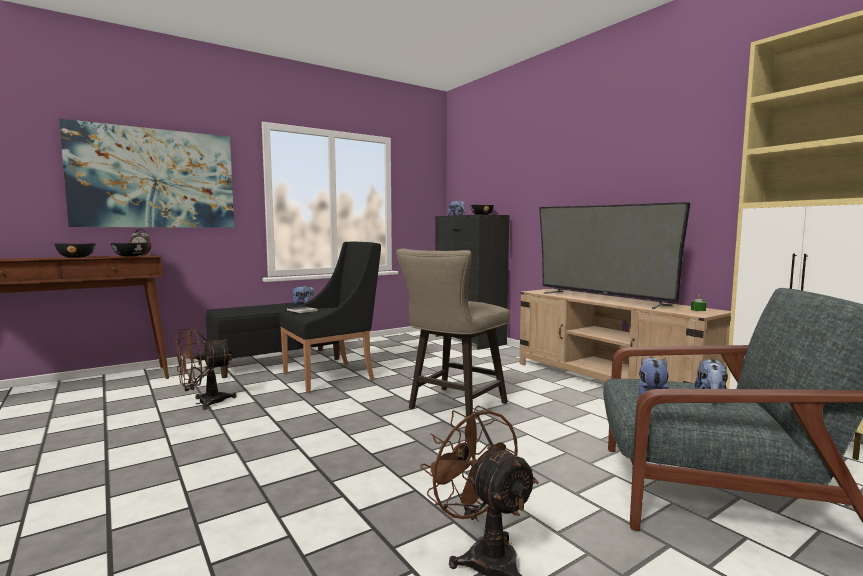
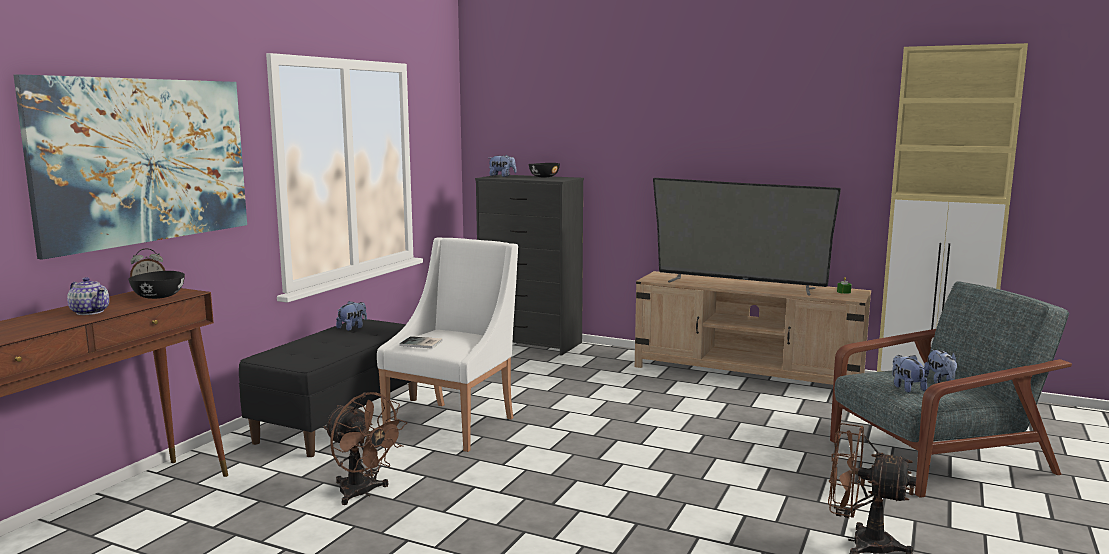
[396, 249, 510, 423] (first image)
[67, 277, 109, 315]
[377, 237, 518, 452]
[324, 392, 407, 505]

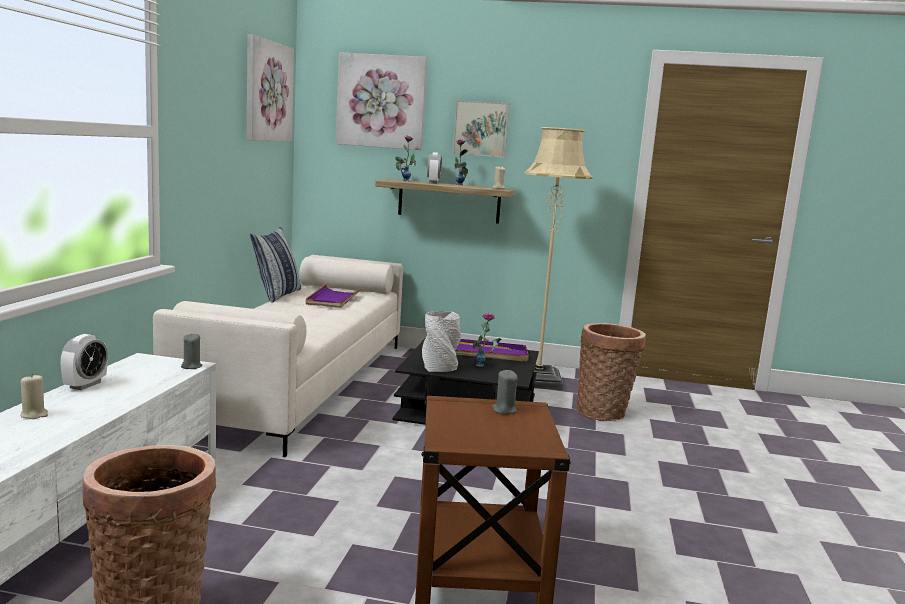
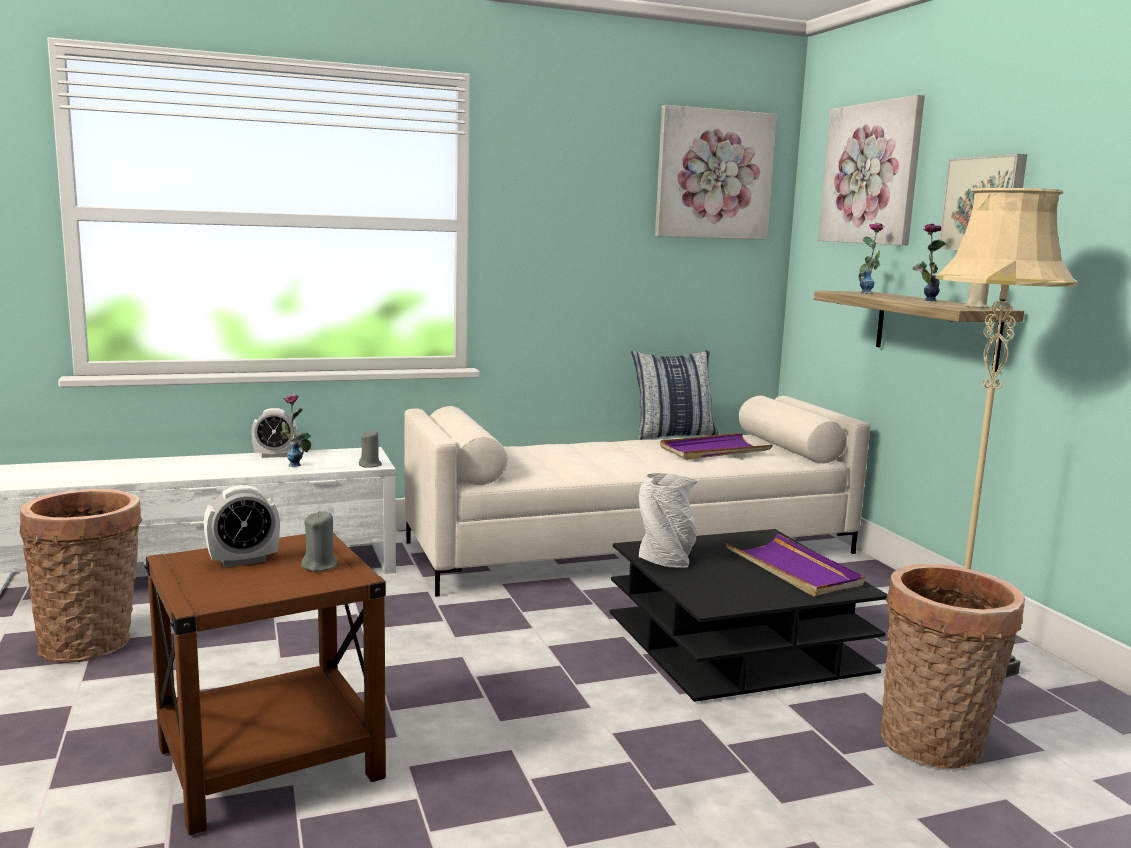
[20, 374, 48, 419] (first image)
[204, 485, 280, 568]
[280, 394, 311, 467]

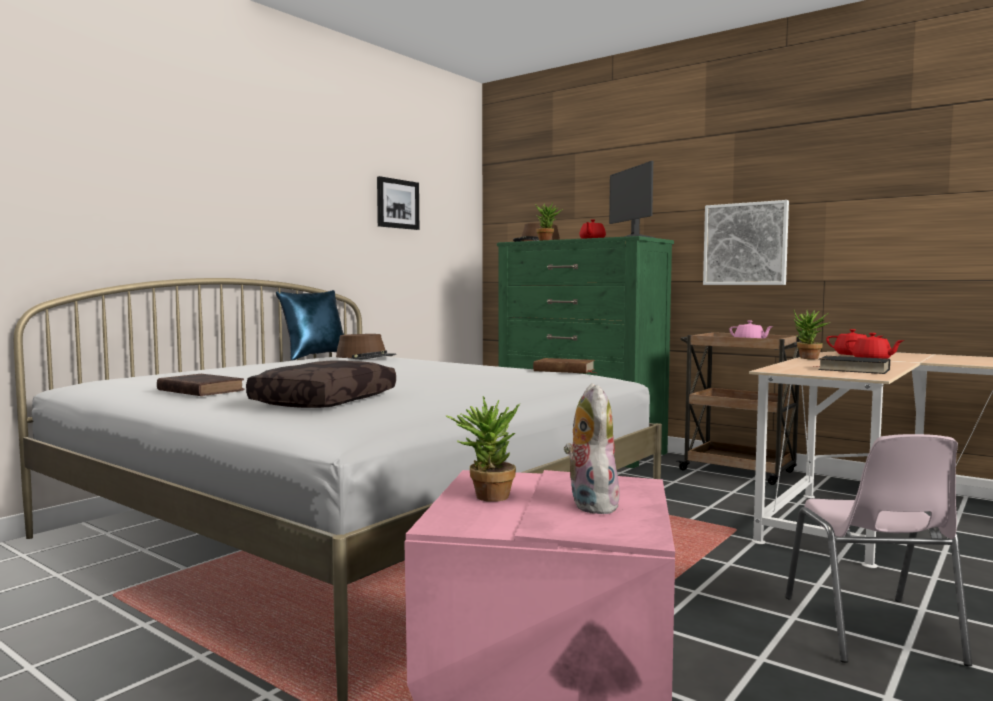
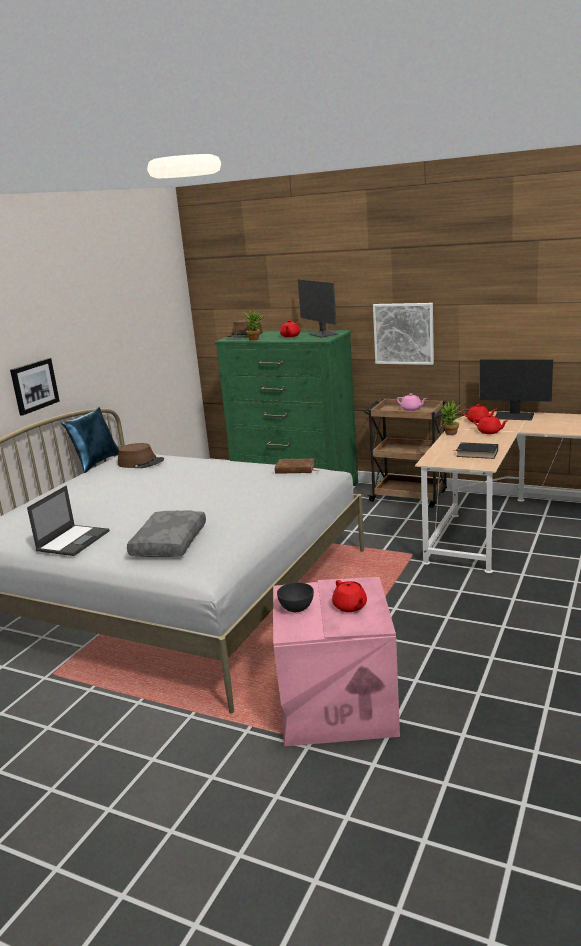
[785, 434, 972, 667] (first image)
[480, 359, 553, 420]
[10, 358, 60, 416]
[27, 485, 109, 556]
[277, 582, 314, 612]
[332, 580, 367, 612]
[127, 511, 206, 557]

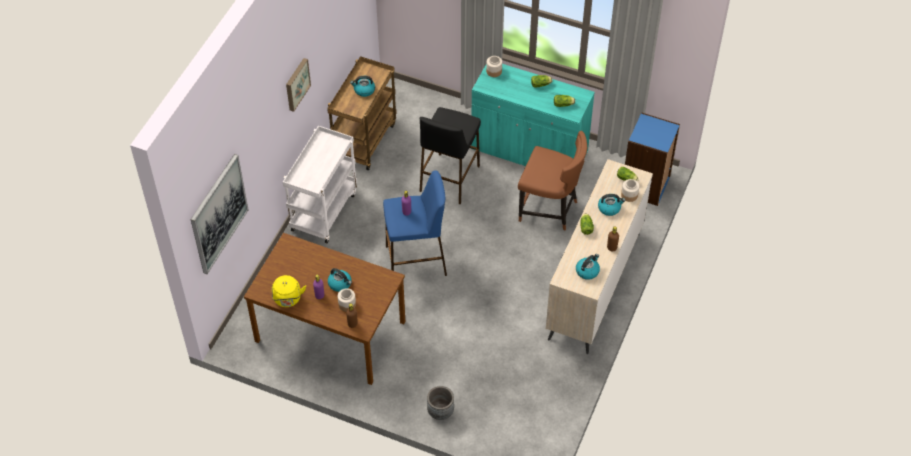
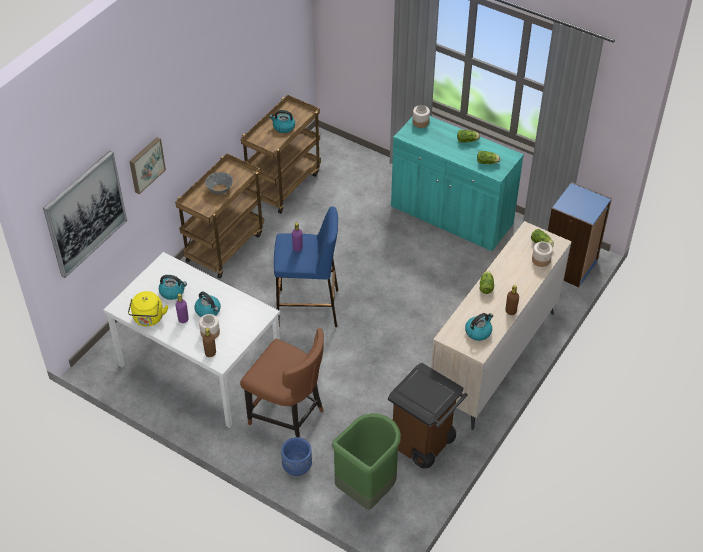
[419, 107, 481, 204] (first image)
[205, 172, 233, 194]
[332, 413, 401, 509]
[388, 363, 467, 468]
[129, 137, 166, 194]
[240, 328, 324, 437]
[159, 275, 187, 300]
[104, 252, 280, 428]
[175, 154, 264, 278]
[281, 437, 312, 476]

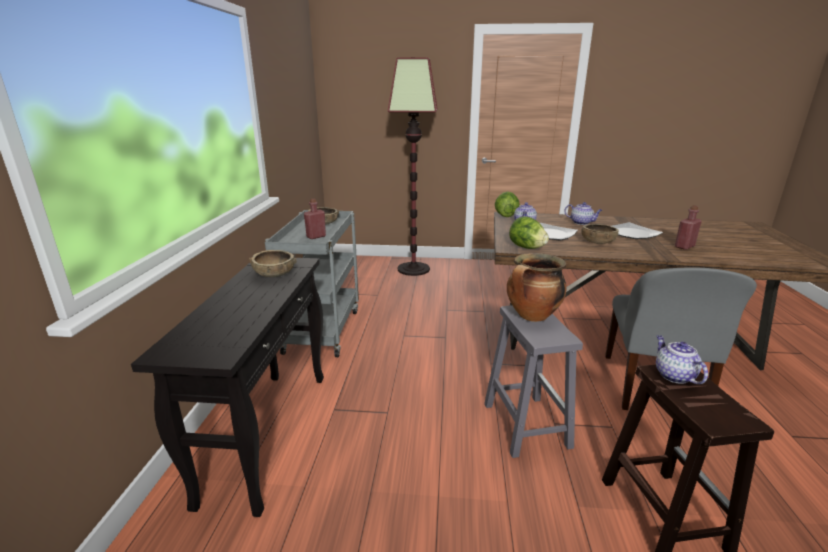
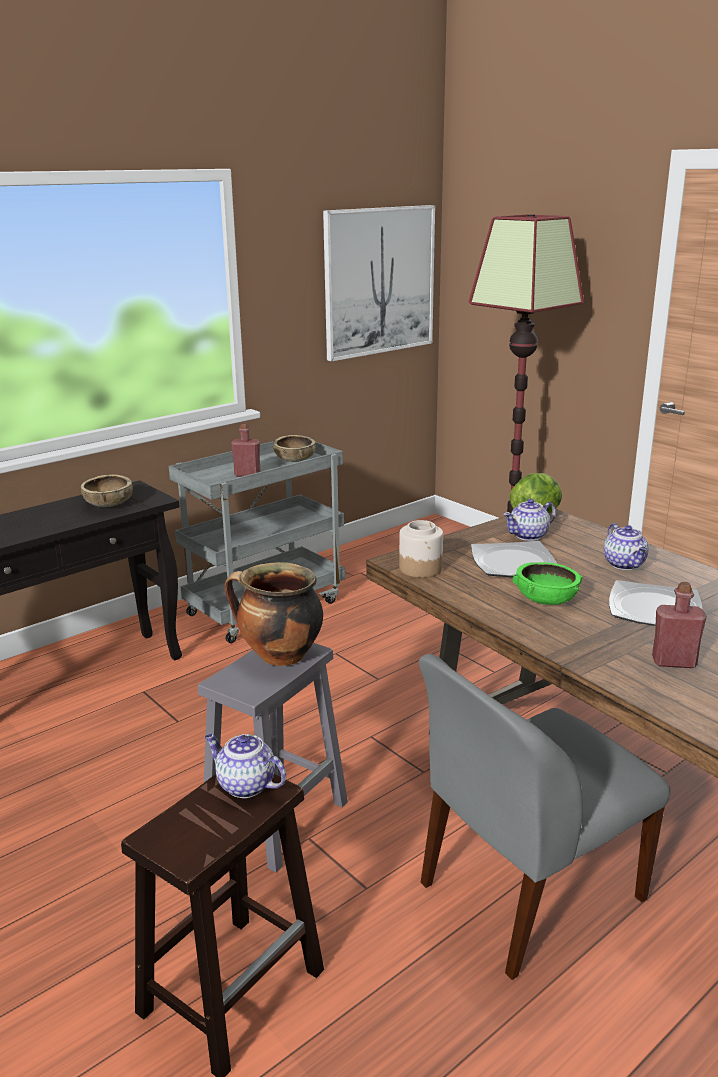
[323, 205, 435, 362]
[399, 520, 443, 578]
[512, 562, 583, 605]
[205, 734, 286, 798]

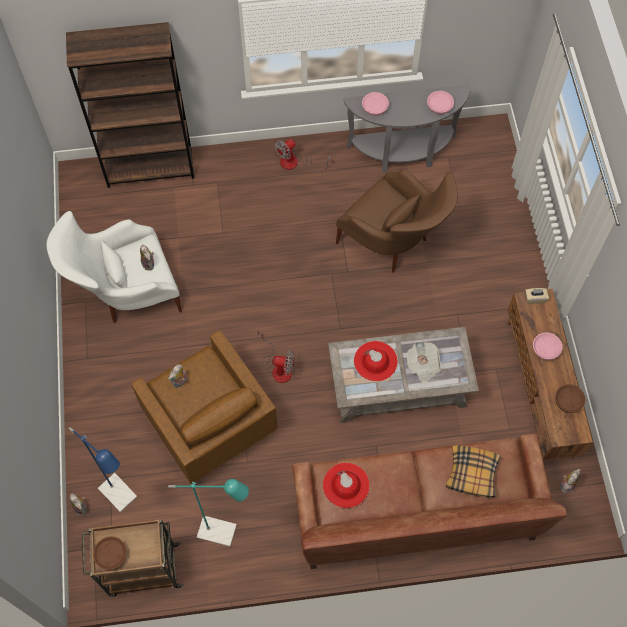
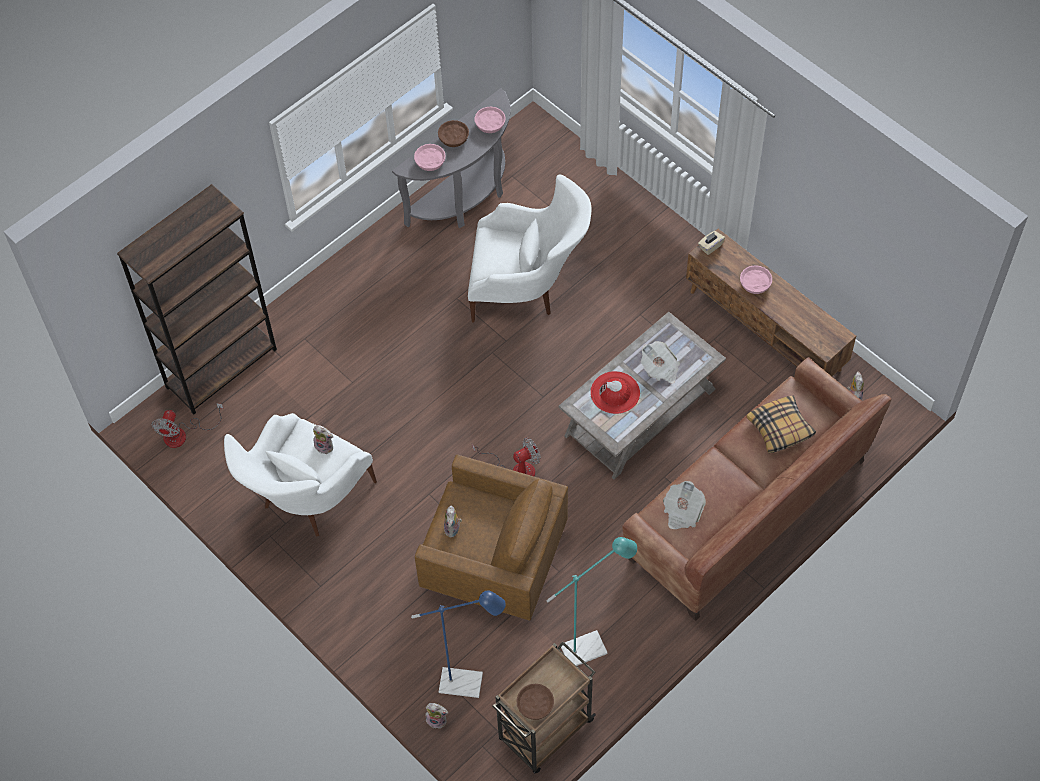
[152, 403, 224, 448]
[438, 120, 469, 147]
[663, 481, 706, 529]
[468, 175, 591, 323]

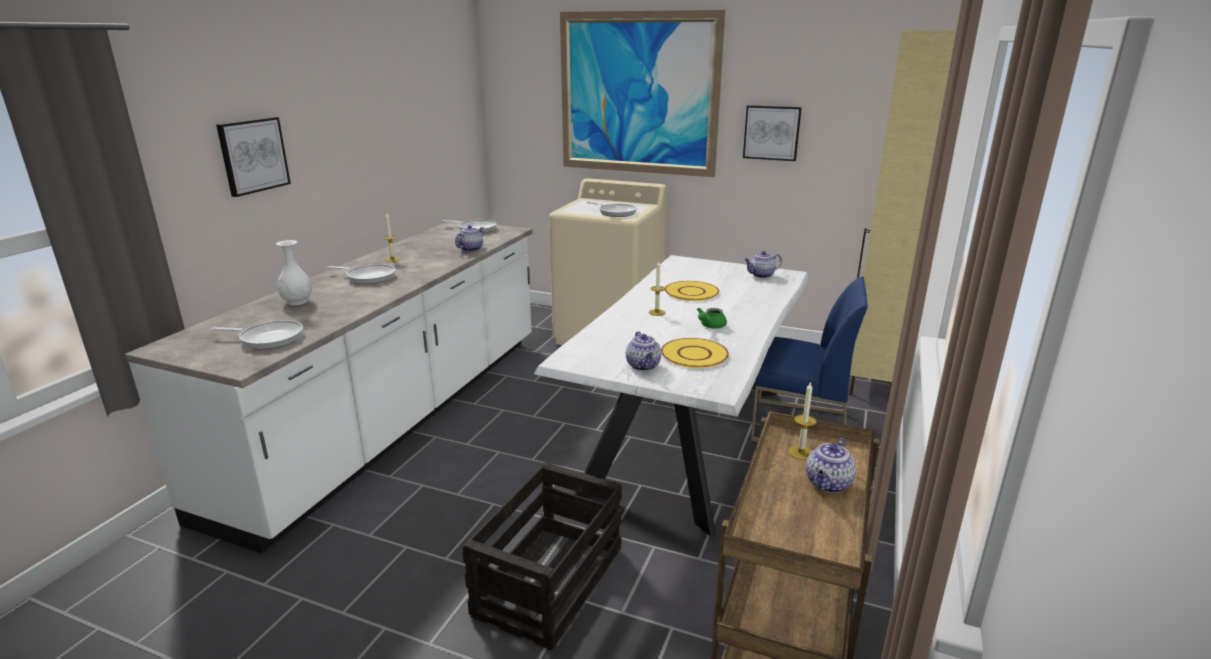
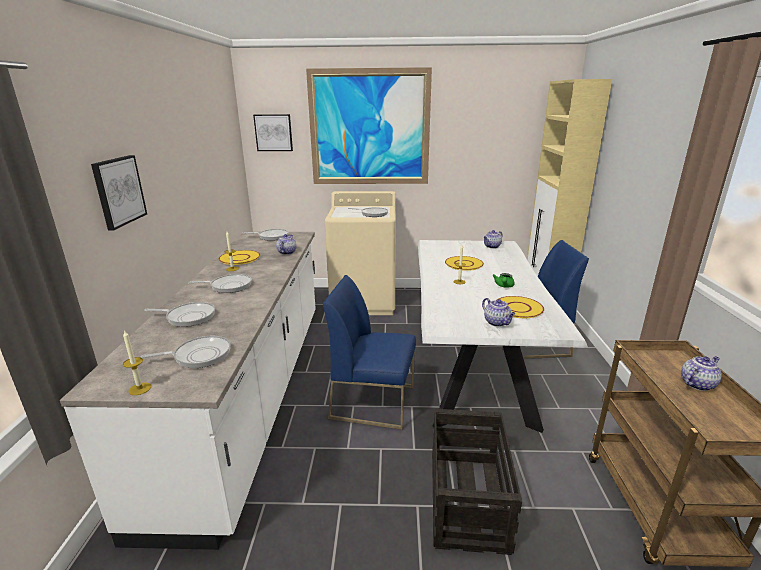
[219, 250, 260, 265]
[323, 275, 416, 430]
[253, 114, 293, 151]
[123, 330, 151, 395]
[144, 302, 215, 327]
[681, 356, 722, 391]

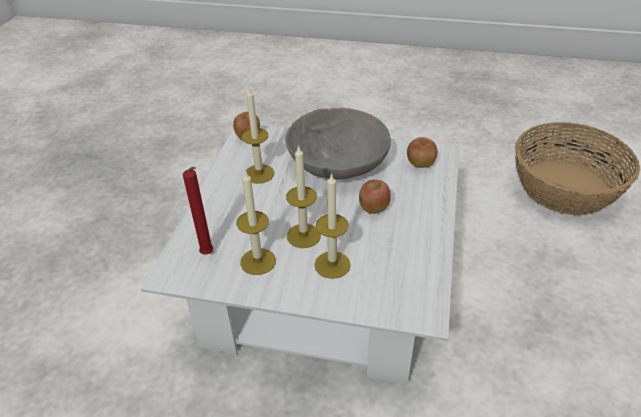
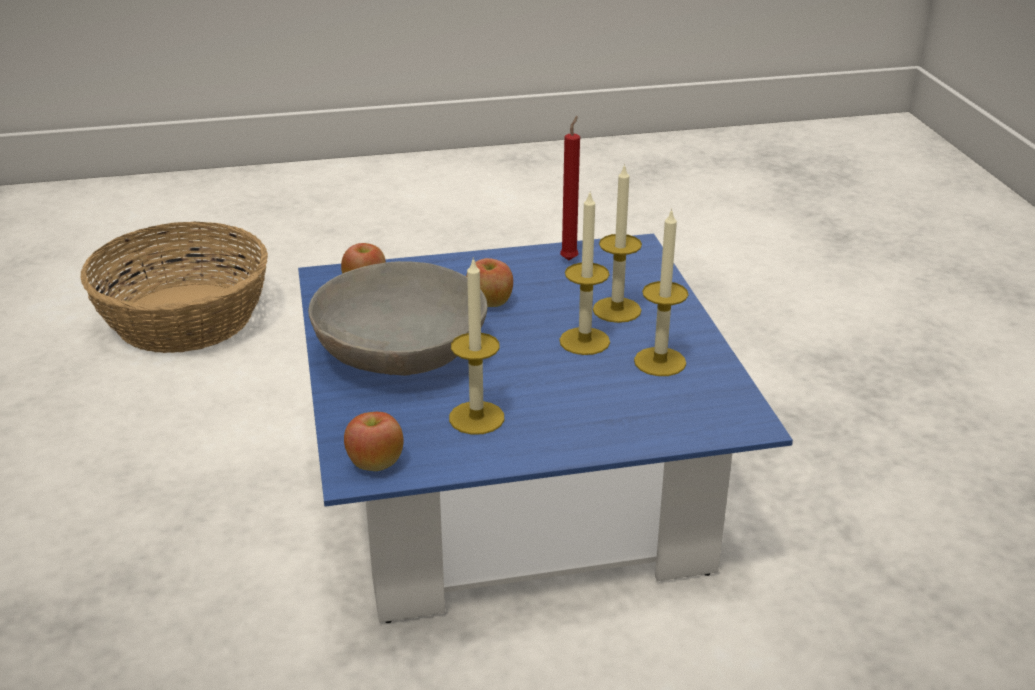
[560, 116, 580, 260]
[298, 234, 793, 623]

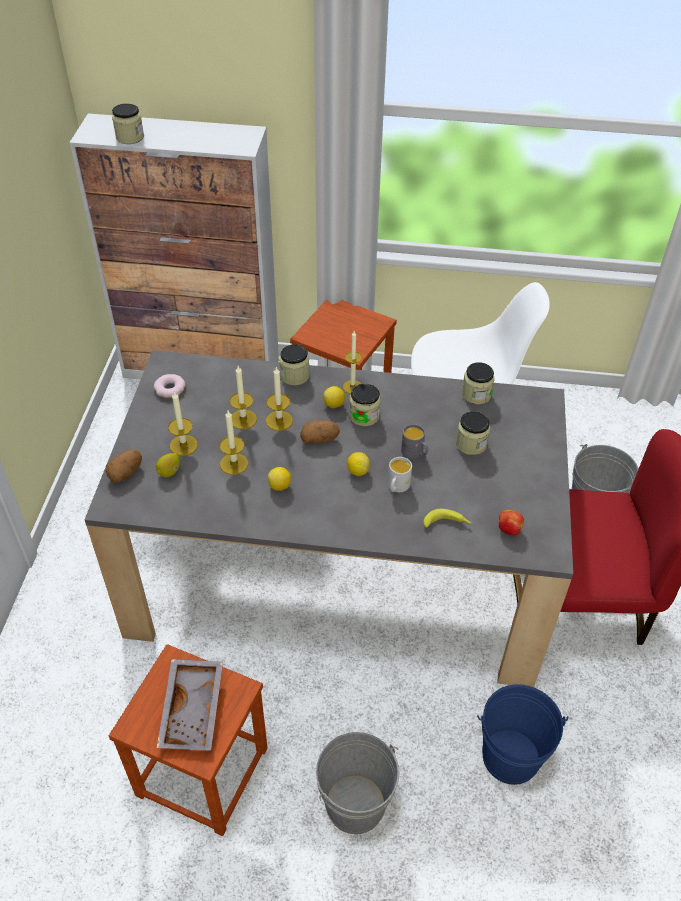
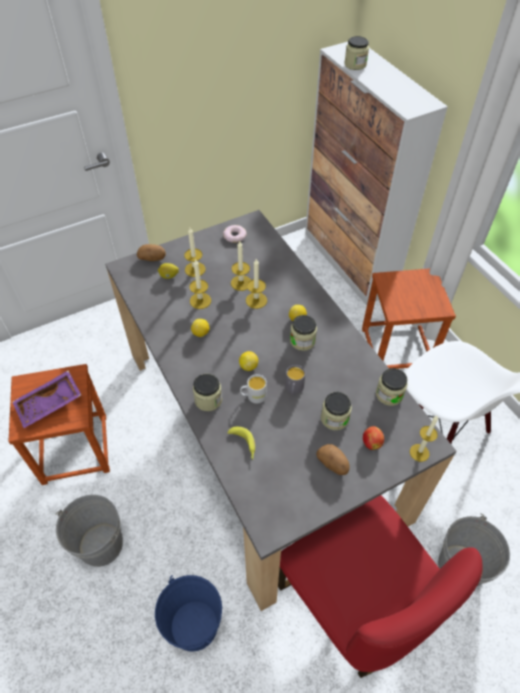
[193, 374, 222, 411]
[316, 444, 349, 475]
[410, 416, 438, 462]
[363, 426, 384, 450]
[12, 371, 81, 428]

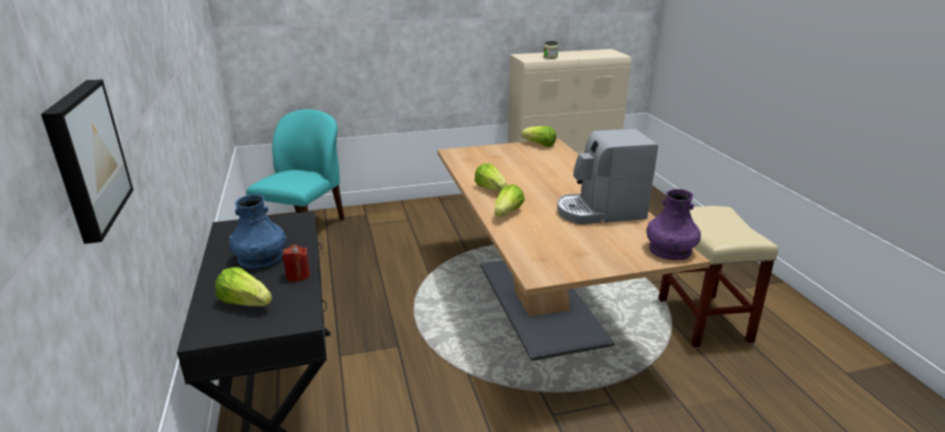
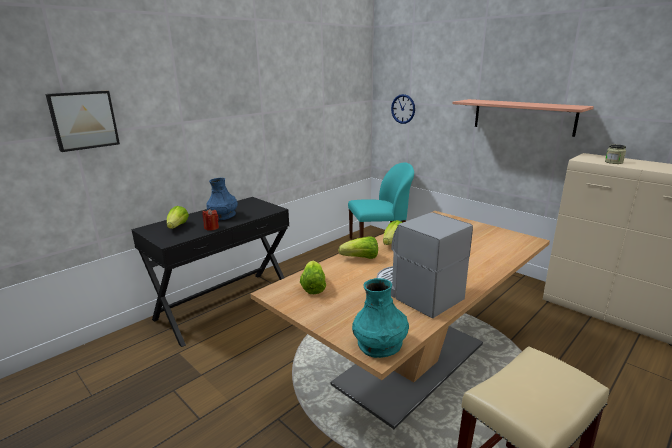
[391, 94, 415, 124]
[452, 99, 594, 137]
[300, 261, 326, 294]
[352, 278, 409, 358]

